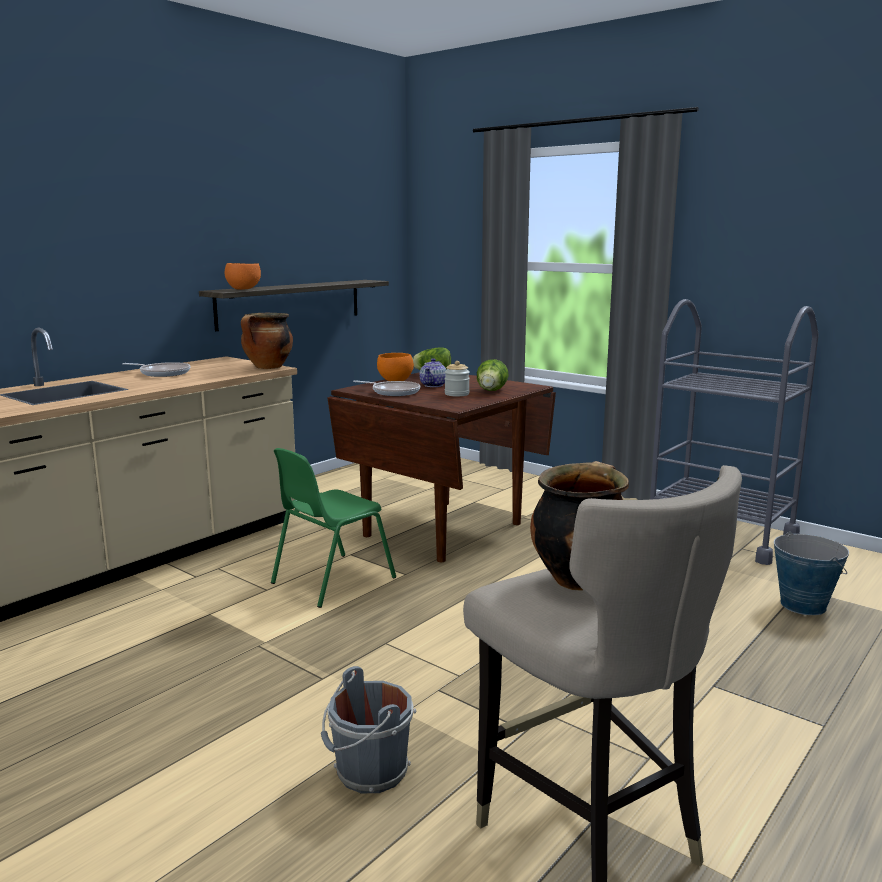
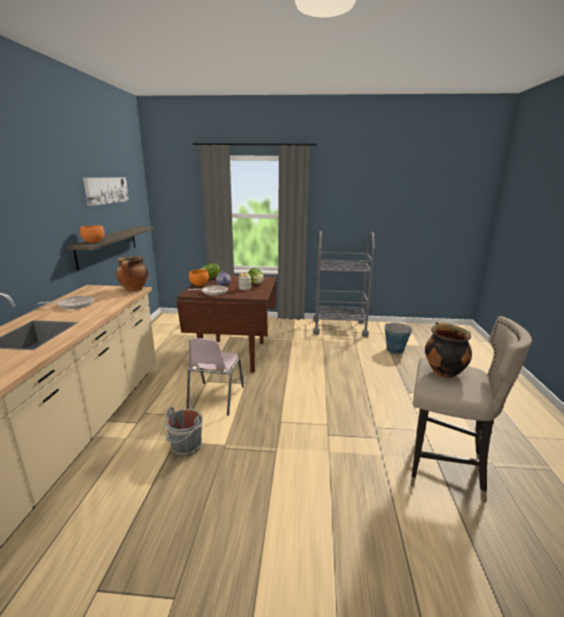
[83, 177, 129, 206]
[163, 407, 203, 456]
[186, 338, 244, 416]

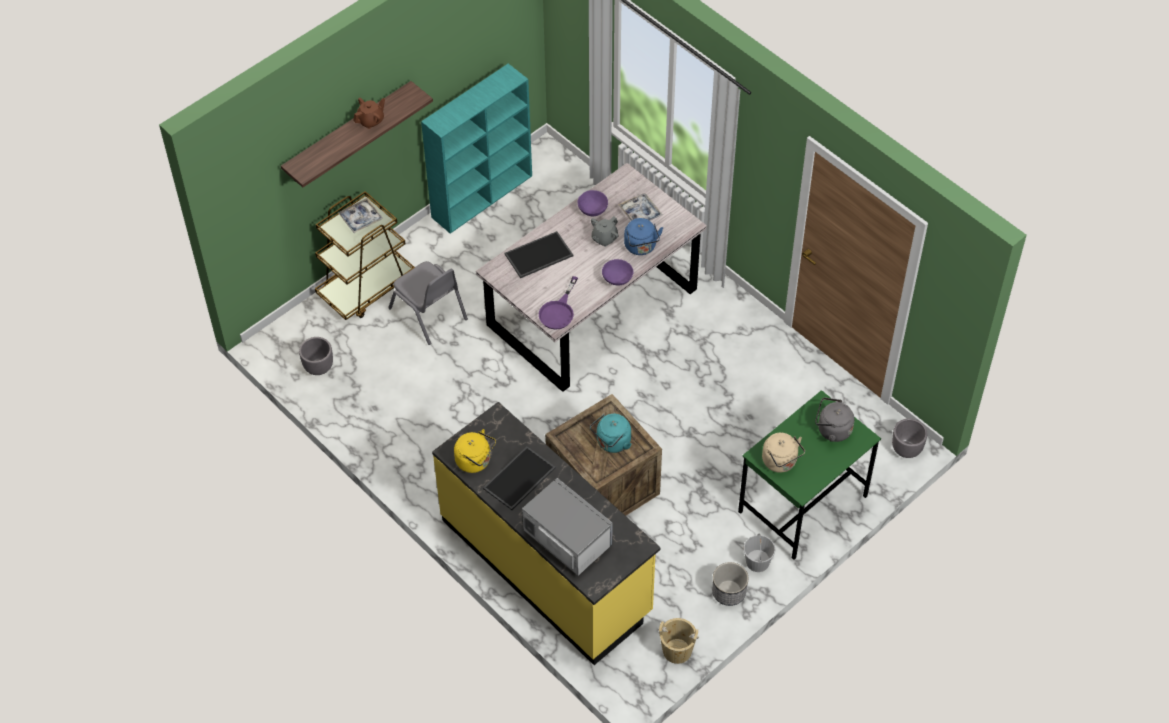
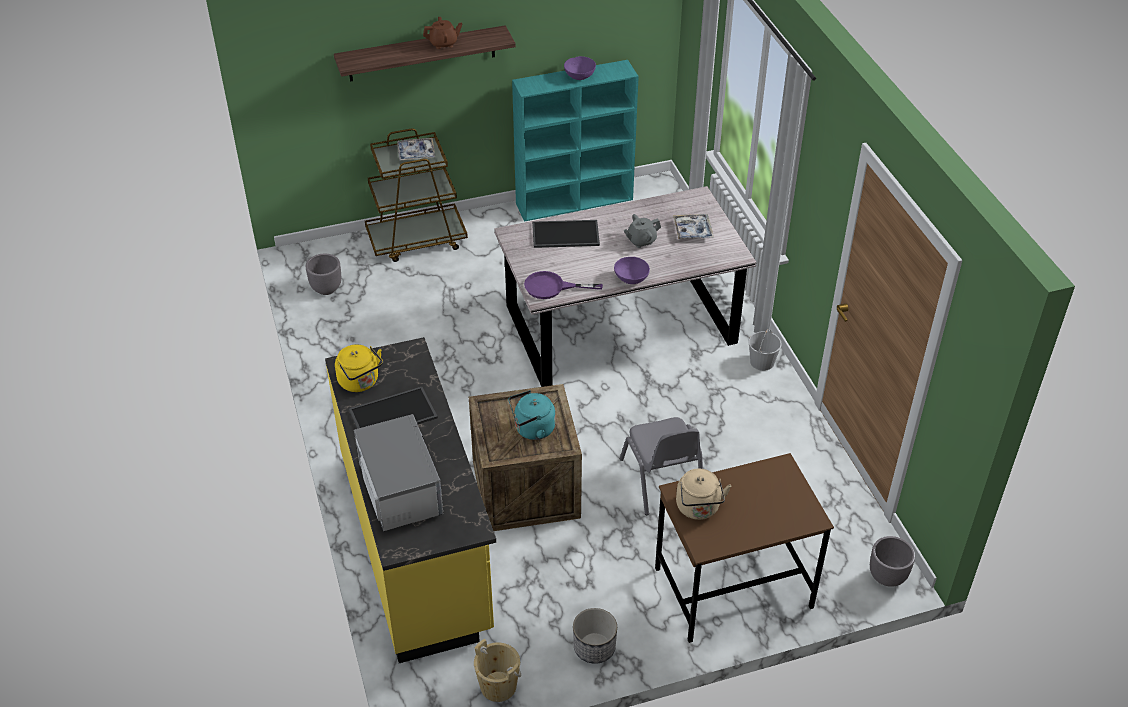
[624, 218, 663, 255] (first image)
[815, 397, 854, 442] (first image)
[620, 417, 703, 515]
[564, 56, 596, 80]
[748, 329, 782, 371]
[655, 453, 834, 643]
[524, 271, 603, 299]

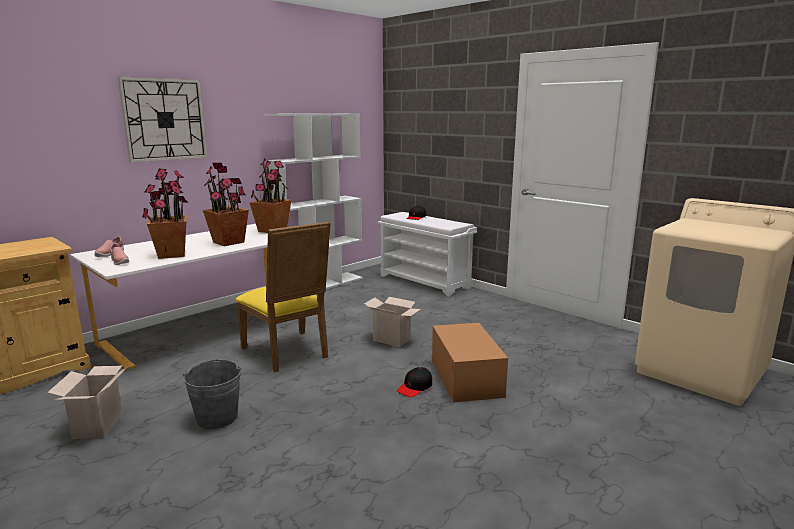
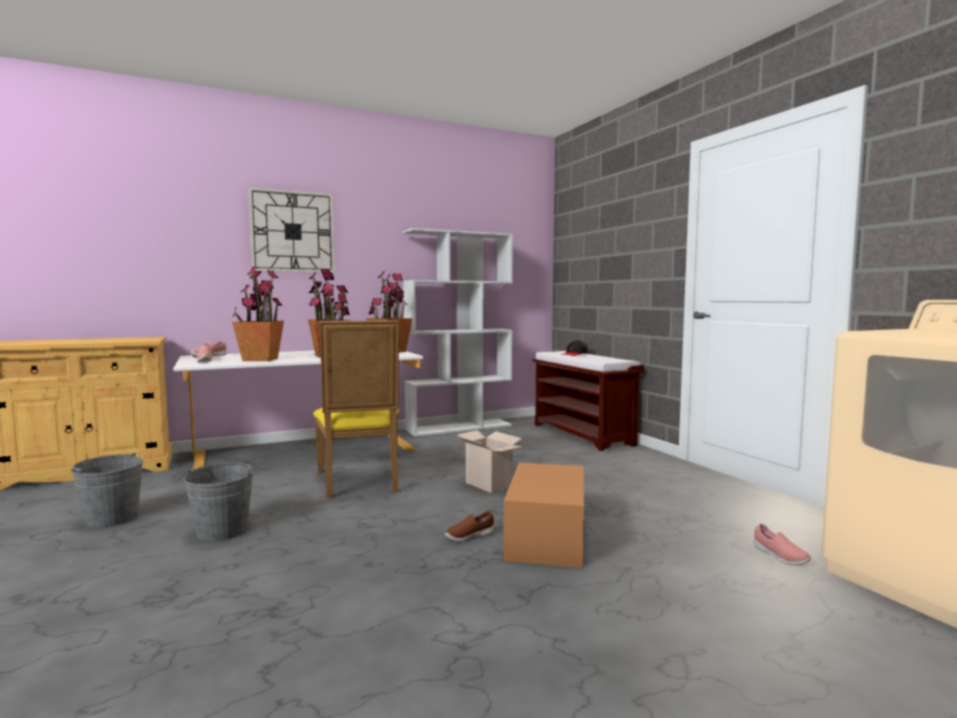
[754, 524, 811, 565]
[71, 453, 143, 528]
[445, 511, 494, 542]
[532, 351, 644, 451]

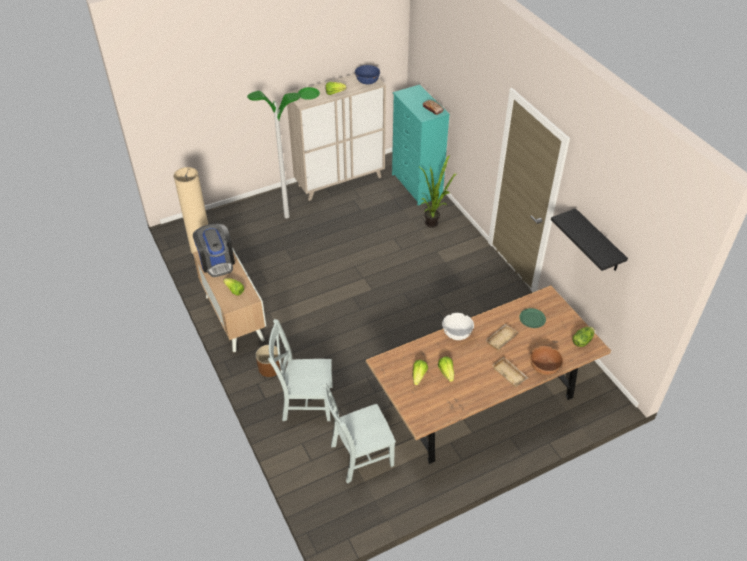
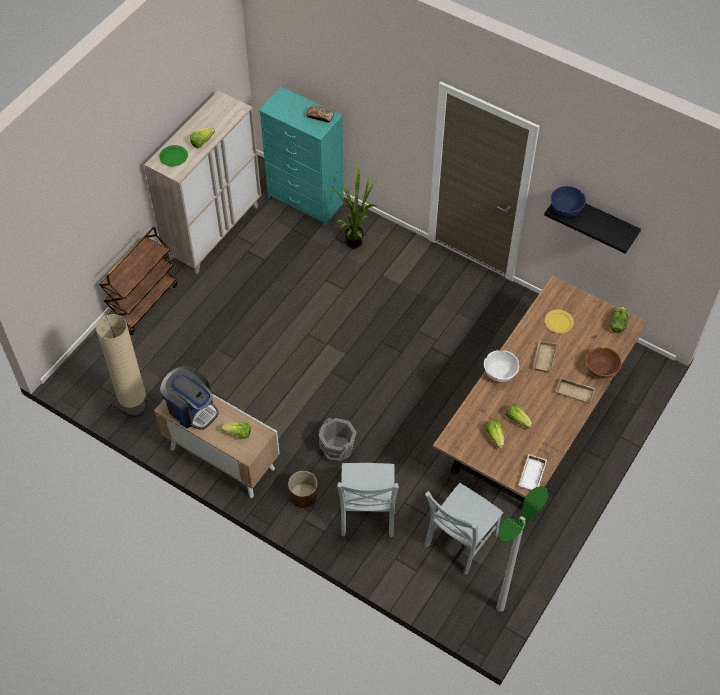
[99, 227, 178, 335]
[319, 418, 357, 461]
[518, 454, 547, 490]
[497, 486, 548, 611]
[551, 186, 586, 217]
[545, 310, 574, 333]
[337, 463, 399, 537]

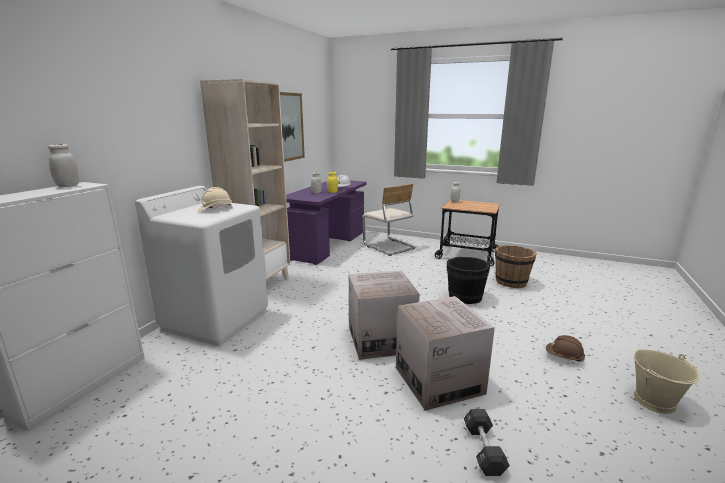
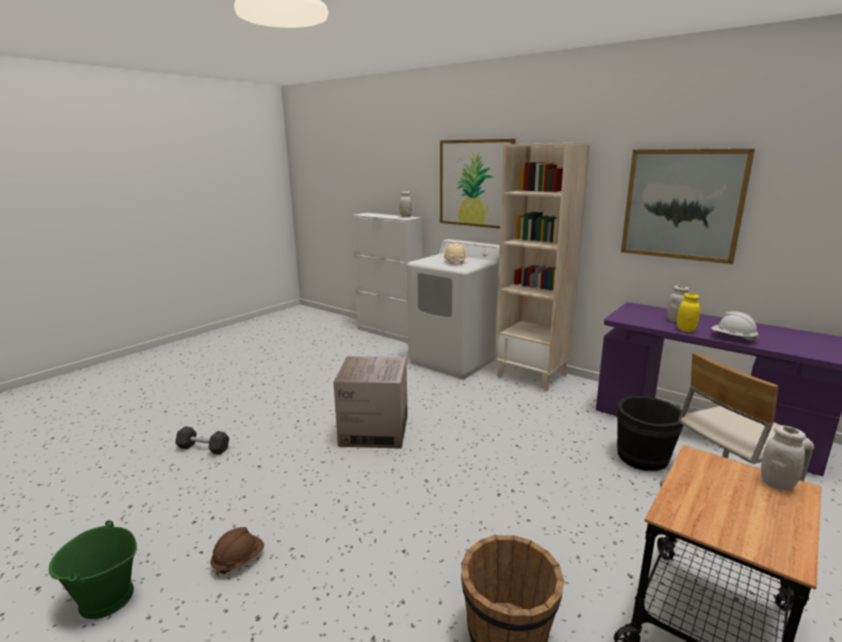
[396, 296, 495, 411] (first image)
[440, 139, 516, 229]
[617, 396, 684, 471]
[49, 520, 137, 619]

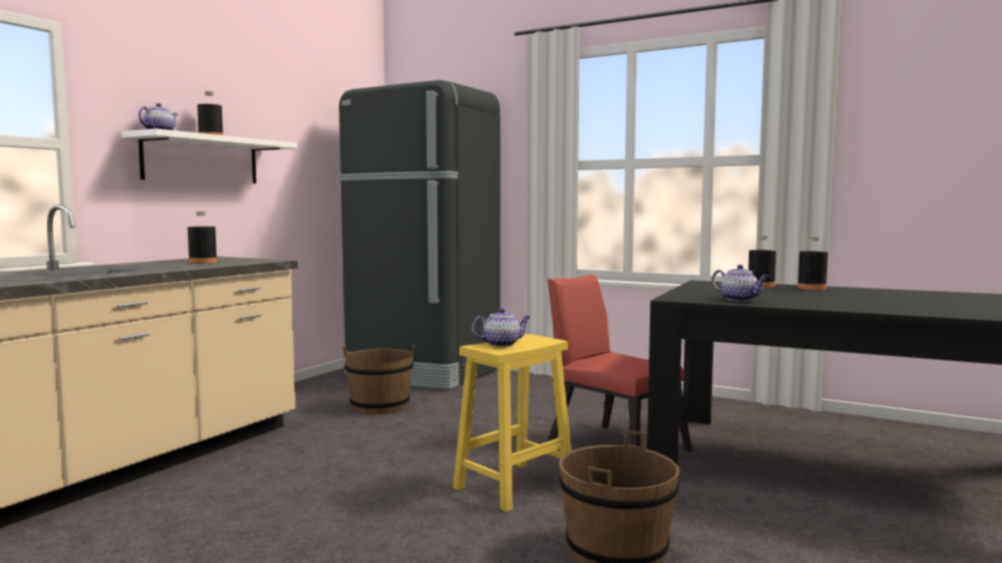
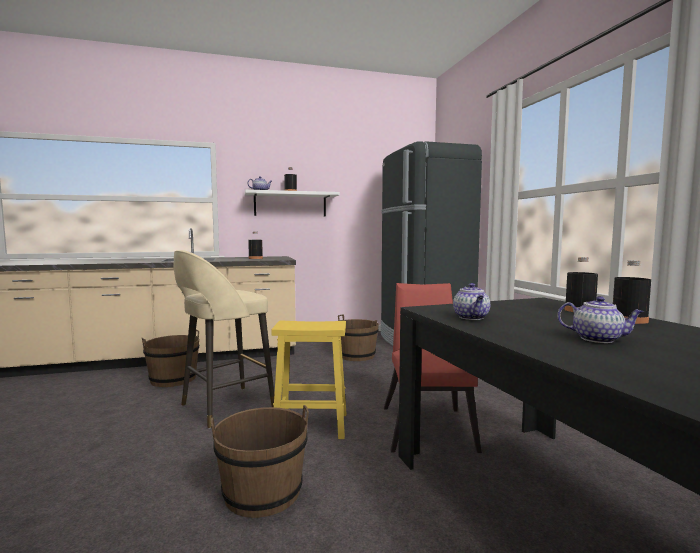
[142, 330, 199, 387]
[174, 250, 274, 429]
[557, 296, 644, 343]

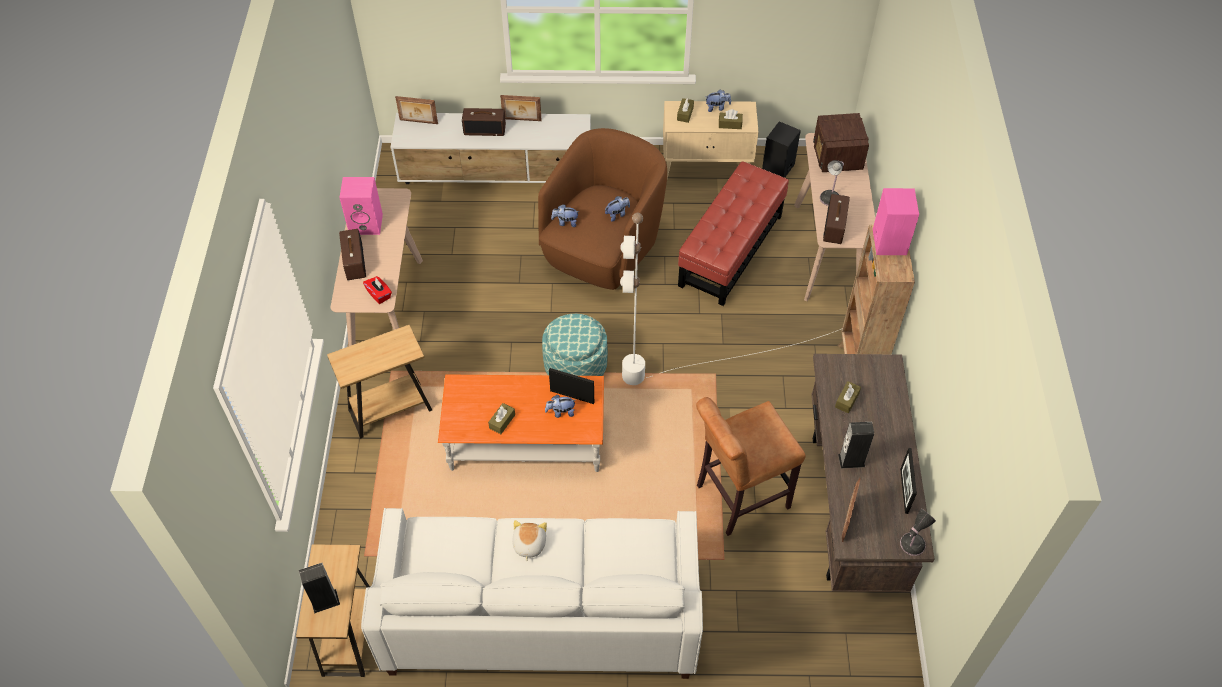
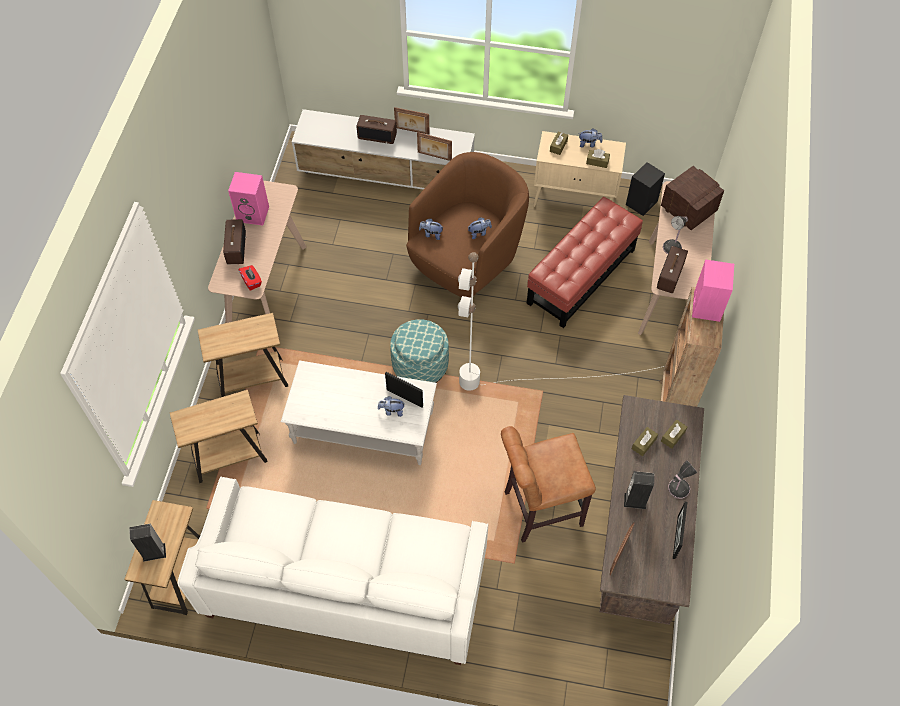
[512, 520, 547, 562] (first image)
[170, 390, 268, 483]
[417, 132, 452, 161]
[661, 420, 687, 449]
[668, 460, 698, 499]
[281, 360, 437, 465]
[661, 166, 724, 230]

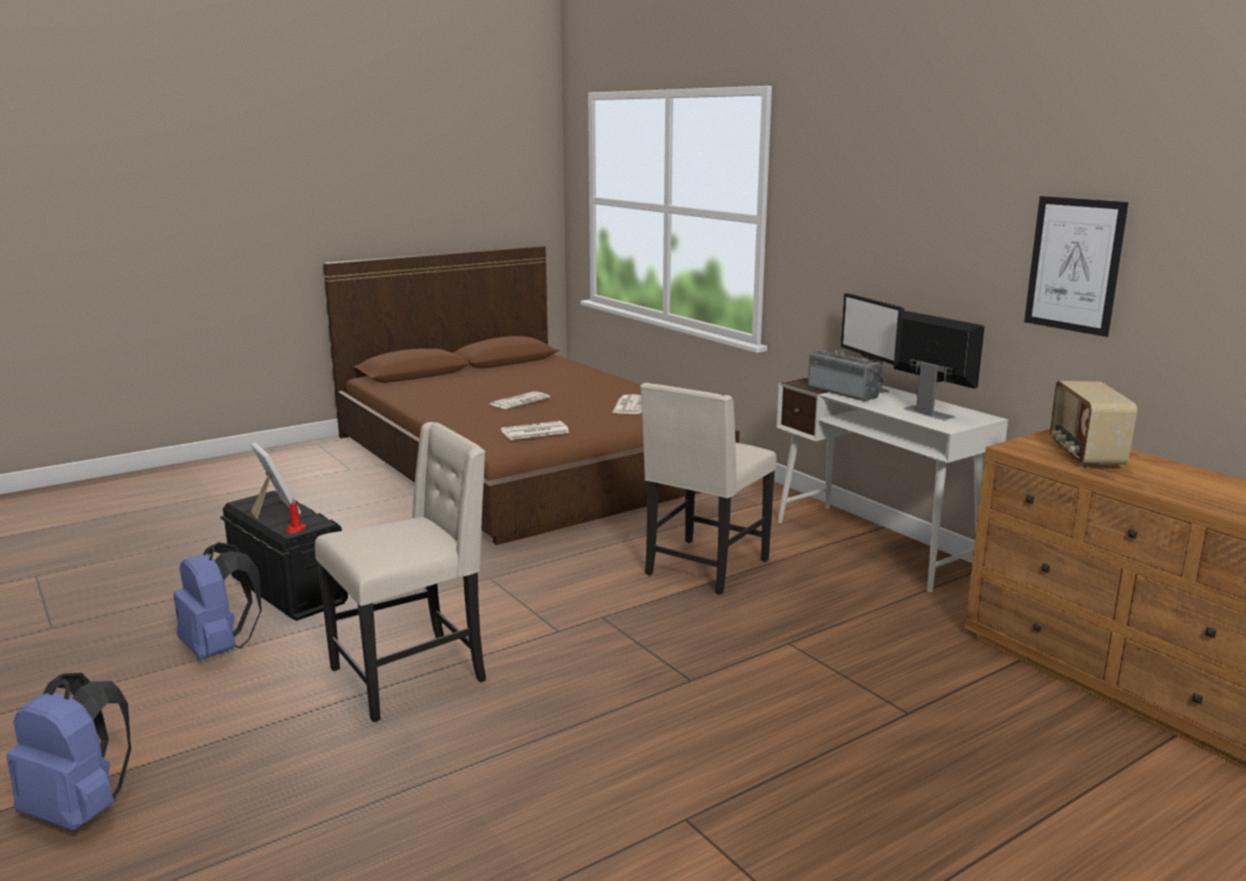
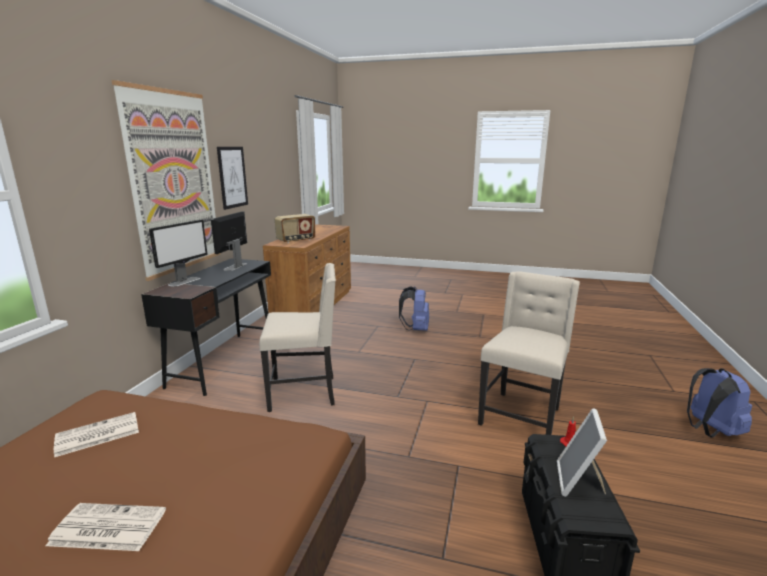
[501, 421, 570, 440] (first image)
[808, 350, 885, 401] (first image)
[111, 80, 221, 281]
[399, 286, 429, 331]
[141, 258, 271, 396]
[478, 271, 580, 435]

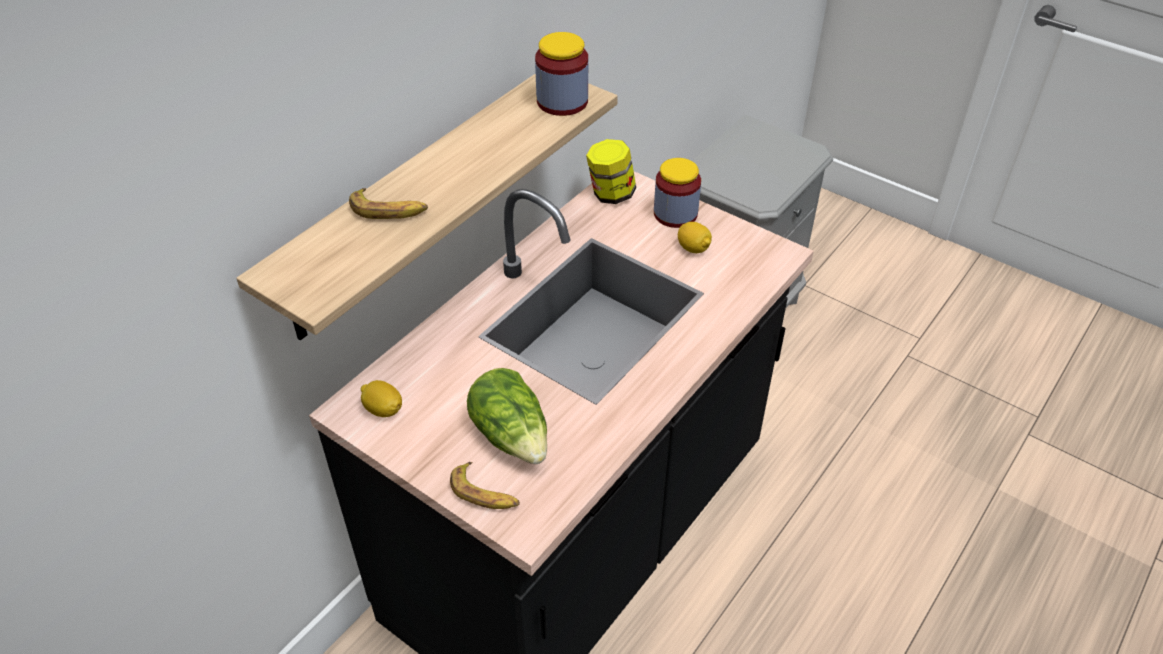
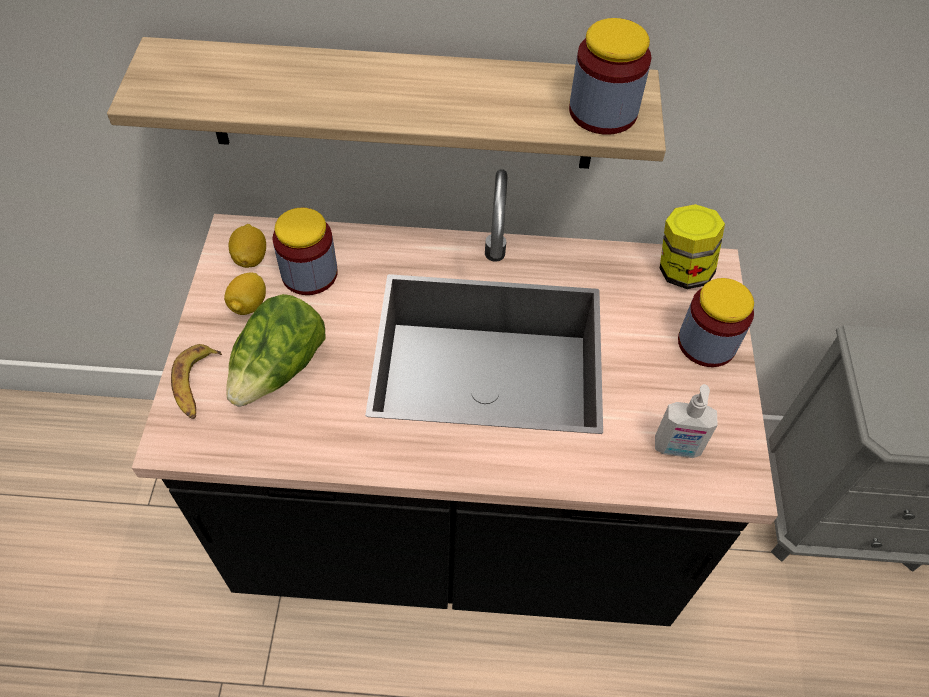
[349, 188, 428, 219] (first image)
[273, 208, 338, 295]
[655, 384, 718, 458]
[224, 272, 266, 315]

